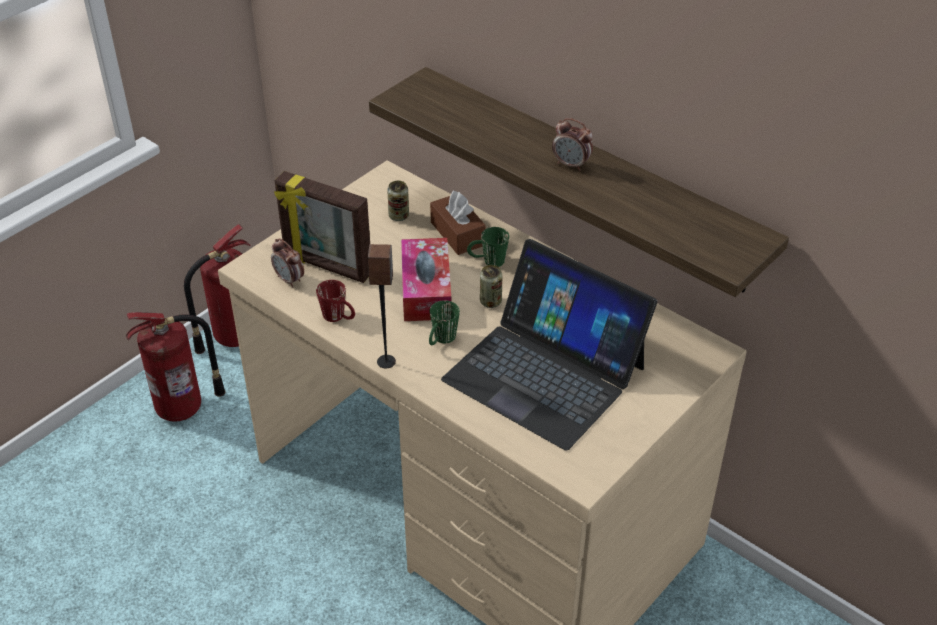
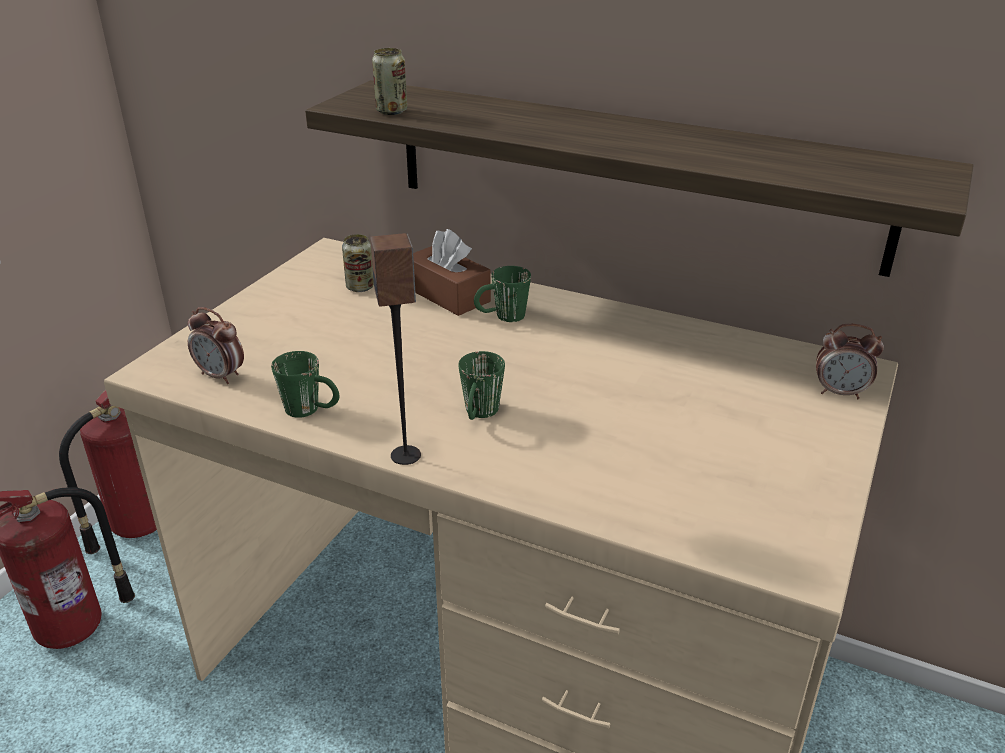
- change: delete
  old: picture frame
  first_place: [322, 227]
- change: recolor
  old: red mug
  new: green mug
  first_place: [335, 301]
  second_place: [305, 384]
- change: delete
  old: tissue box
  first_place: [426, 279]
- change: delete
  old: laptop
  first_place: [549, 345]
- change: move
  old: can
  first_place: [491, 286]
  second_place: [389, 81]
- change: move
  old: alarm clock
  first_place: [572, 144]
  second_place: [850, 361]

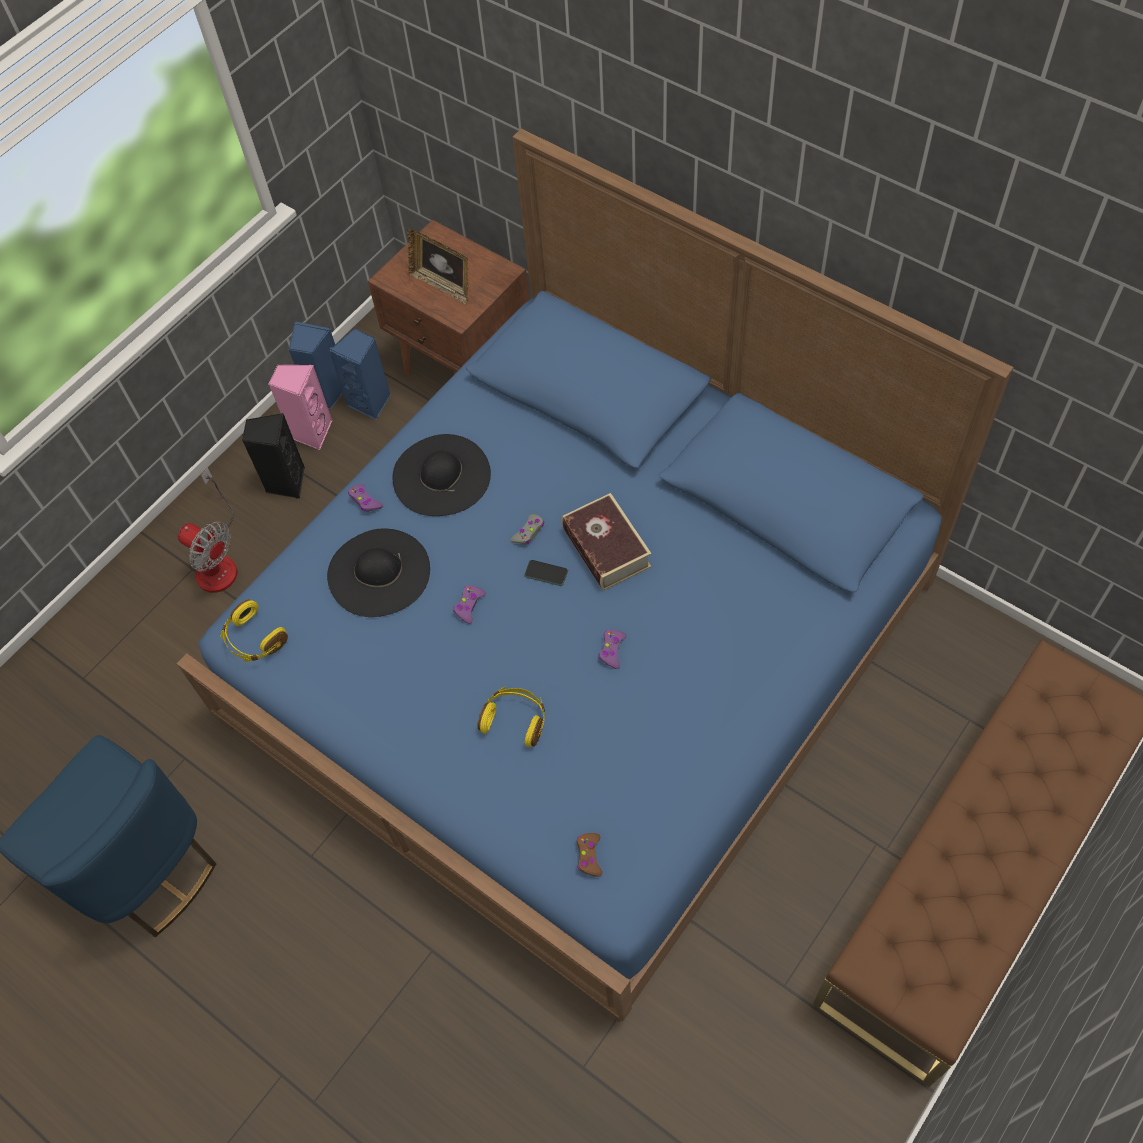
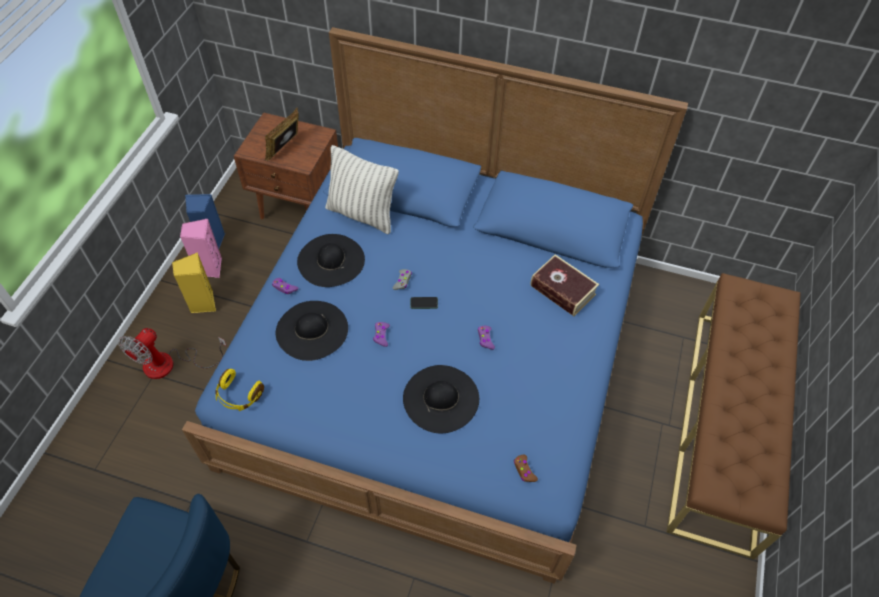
- change: rotate
  old: fan
  first_place: [208, 530]
  second_place: [172, 353]
  degrees: 105
- change: recolor
  old: black speaker
  new: yellow speaker
  first_place: [273, 456]
  second_place: [194, 282]
- change: delete
  old: blue speaker
  first_place: [360, 374]
- change: rotate
  old: picture frame
  first_place: [438, 267]
  second_place: [282, 134]
  degrees: 105
- change: replace
  old: yellow headphones
  new: black hat
  first_place: [511, 717]
  second_place: [441, 399]
- change: move
  old: book
  first_place: [606, 542]
  second_place: [564, 285]
- change: insert
  new: pillow
  second_place: [362, 189]

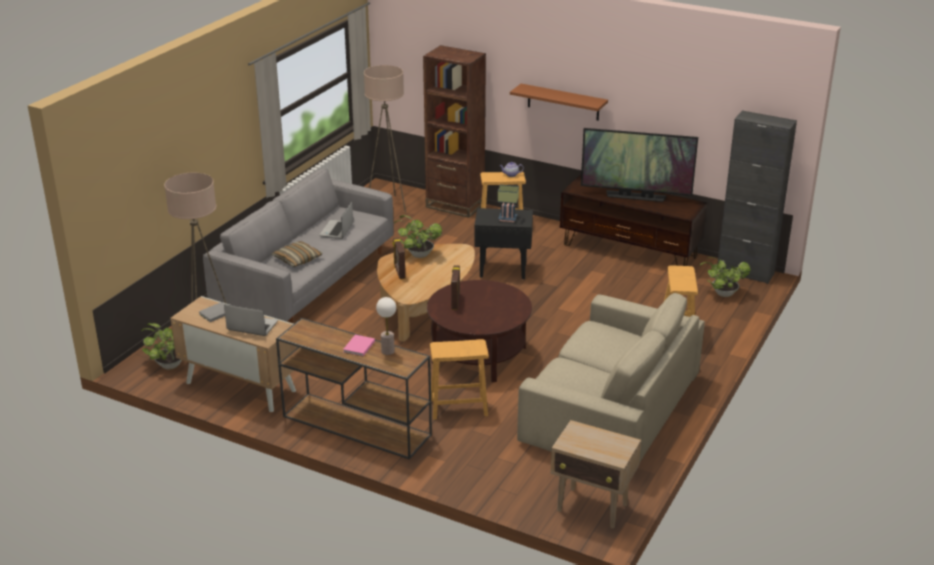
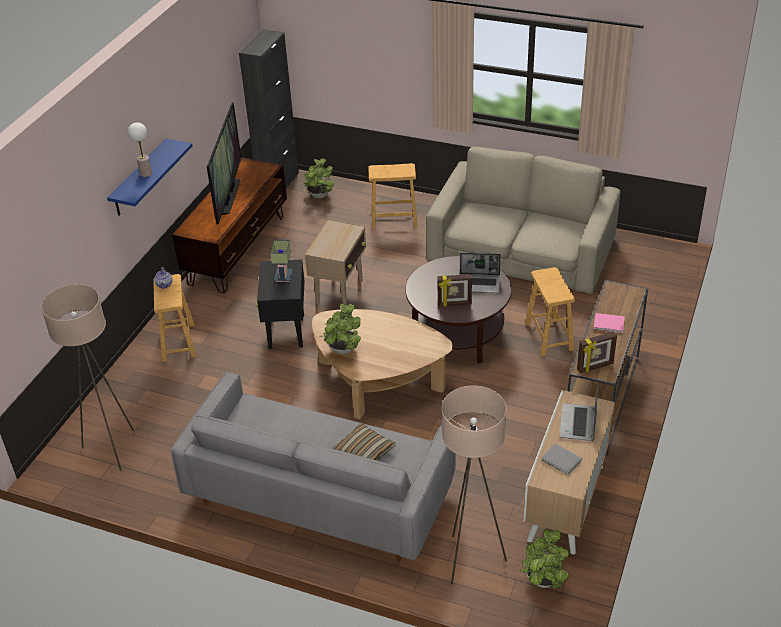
- change: move
  old: laptop
  first_place: [336, 220]
  second_place: [480, 272]
- change: move
  old: table lamp
  first_place: [386, 326]
  second_place: [140, 149]
- change: move
  old: picture frame
  first_place: [398, 258]
  second_place: [597, 352]
- change: delete
  old: brown bookcase
  first_place: [454, 131]
- change: recolor
  old: brown shelf
  new: blue shelf
  first_place: [559, 102]
  second_place: [149, 177]
- change: move
  old: beige side table
  first_place: [595, 474]
  second_place: [335, 262]

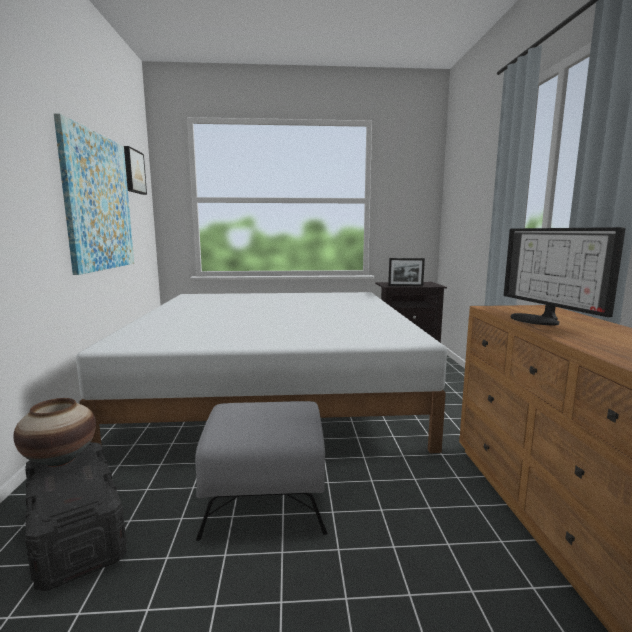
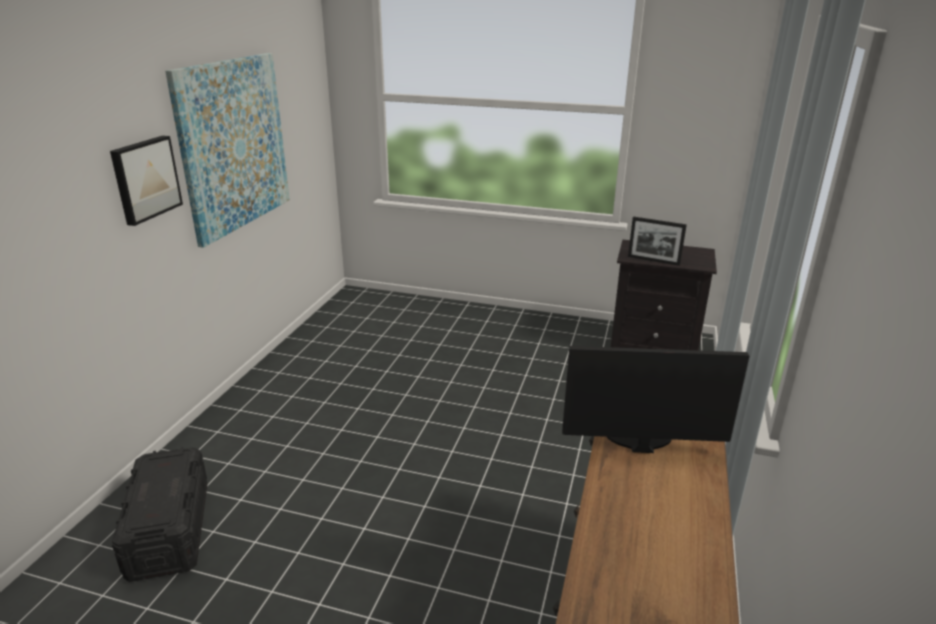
- change: delete
  old: vase
  first_place: [54, 432]
- change: delete
  old: white bed
  first_place: [261, 372]
- change: move
  old: picture
  first_place: [135, 170]
  second_place: [146, 181]
- change: delete
  old: grey ottoman
  first_place: [261, 471]
- change: rotate
  old: monitor
  first_place: [565, 276]
  second_place: [655, 399]
  degrees: 90

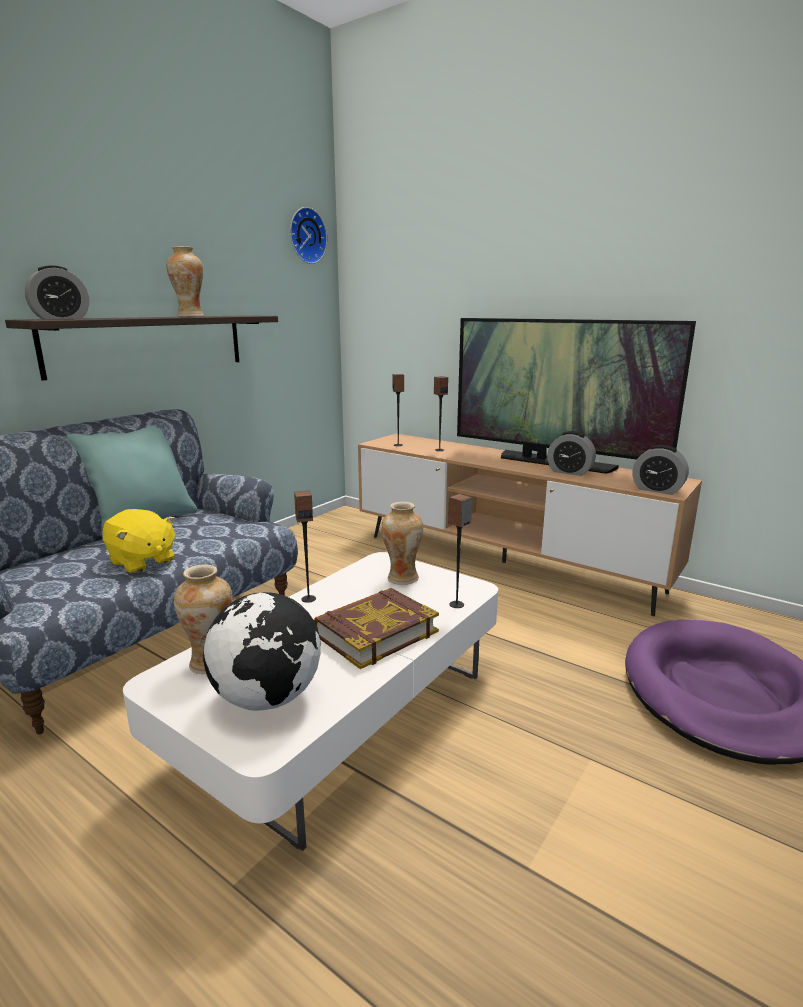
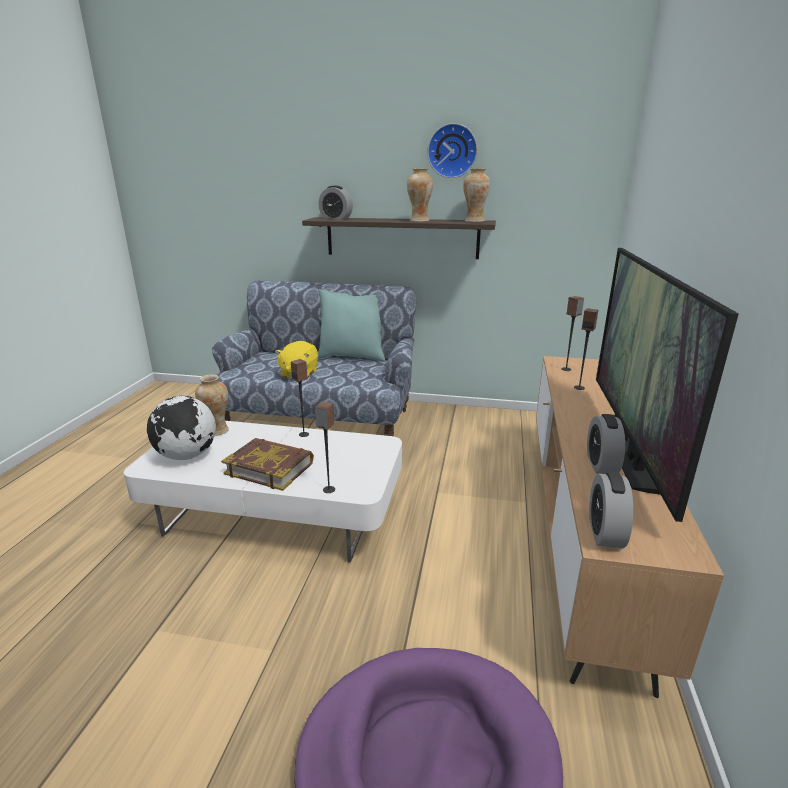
- change: move
  old: wall clock
  first_place: [308, 235]
  second_place: [452, 150]
- change: move
  old: vase
  first_place: [402, 543]
  second_place: [476, 195]

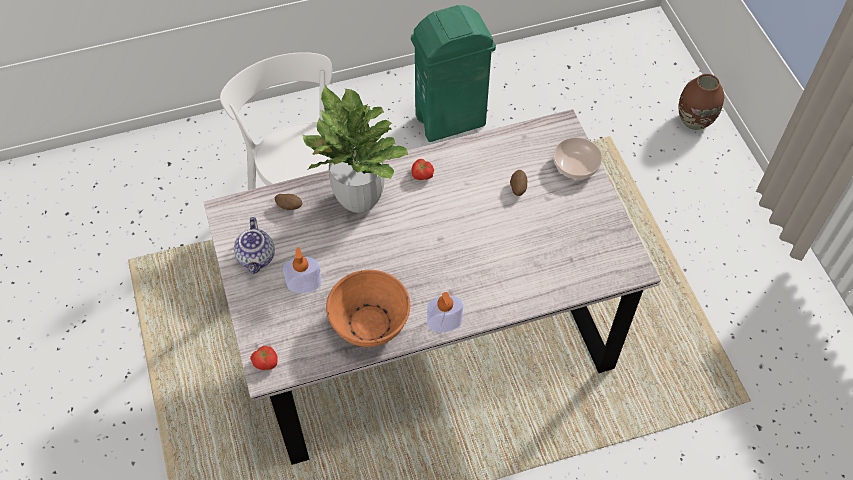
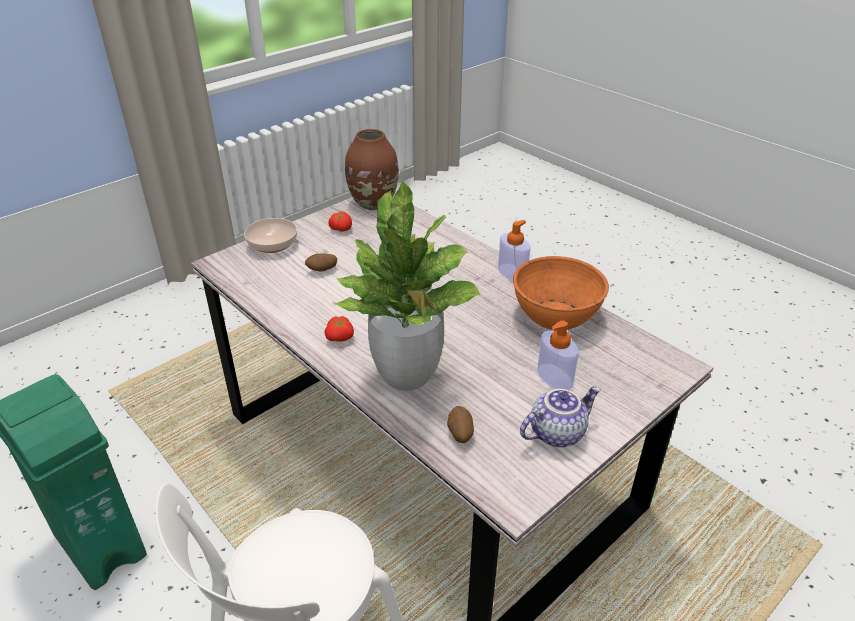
- change: move
  old: tomato
  first_place: [264, 358]
  second_place: [340, 221]
- change: move
  old: brown vase
  first_place: [701, 102]
  second_place: [372, 169]

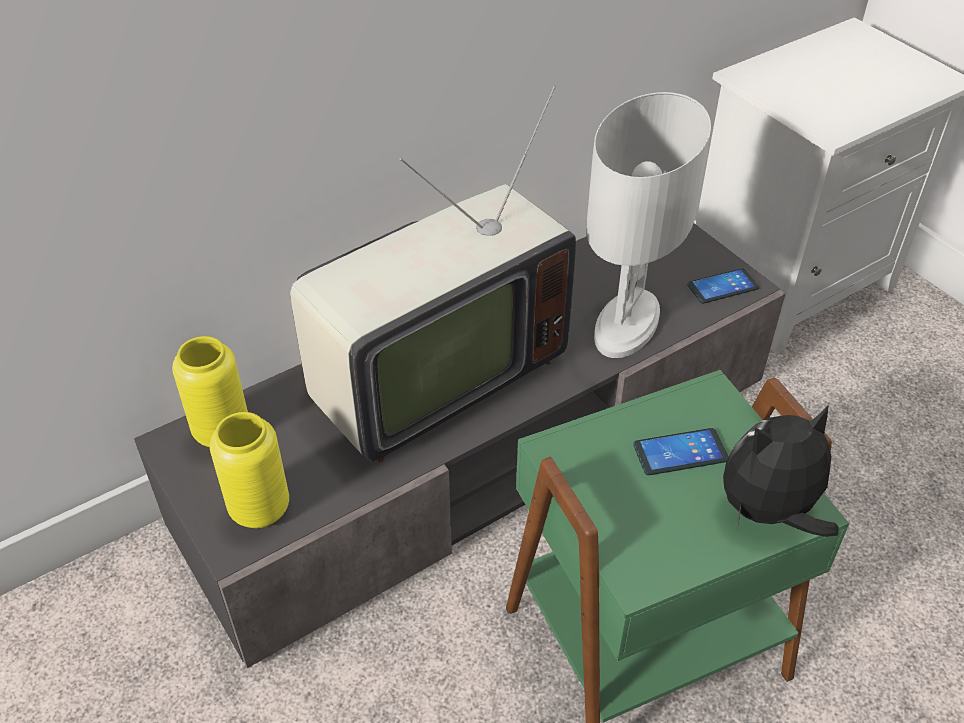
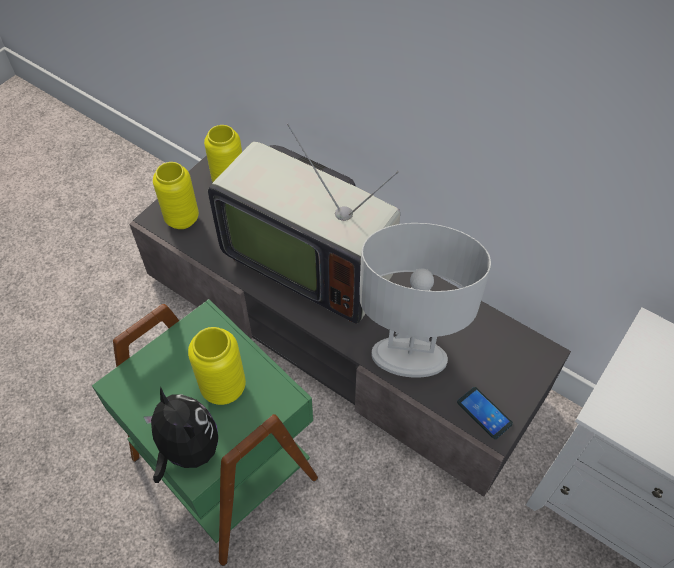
- change: replace
  old: phone
  new: yellow vase
  first_place: [681, 451]
  second_place: [217, 366]

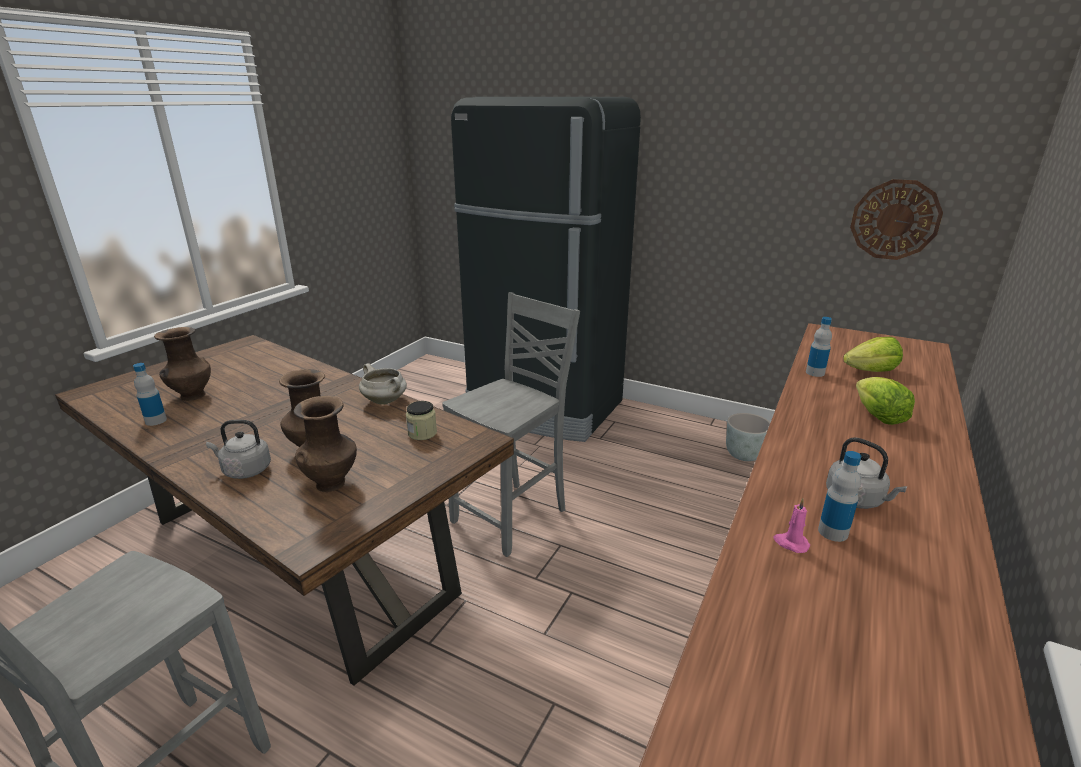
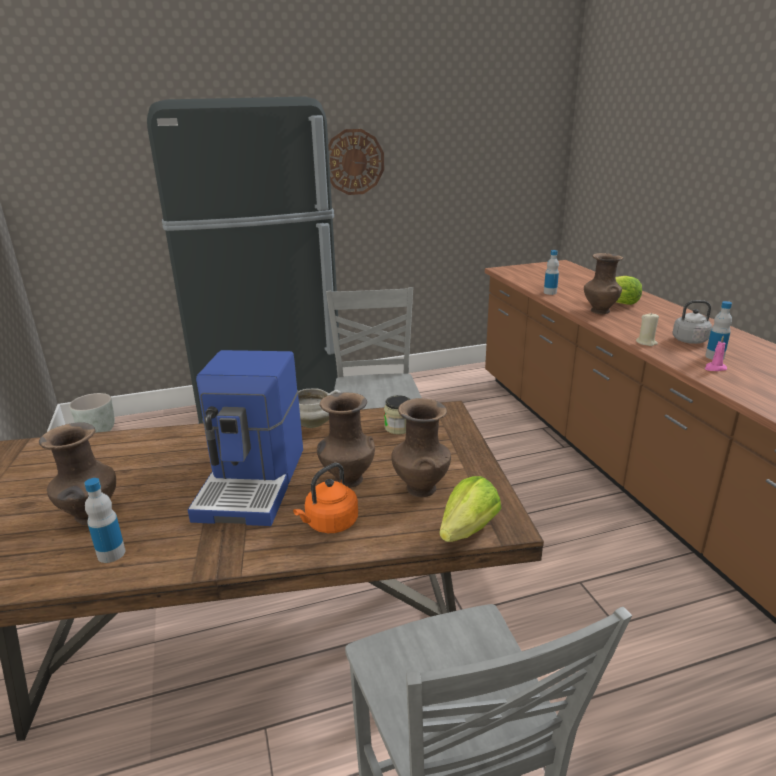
- change: recolor
  old: grey kettle
  new: orange kettle
  first_place: [238, 449]
  second_place: [325, 498]
- change: move
  old: grey planter
  first_place: [748, 437]
  second_place: [92, 413]
- change: move
  old: lettuce
  first_place: [873, 354]
  second_place: [470, 509]
- change: move
  old: wall clock
  first_place: [896, 219]
  second_place: [356, 162]
- change: insert
  new: coffee machine
  second_place: [245, 438]
- change: insert
  new: brown vase
  second_place: [603, 283]
- change: insert
  new: beige candle
  second_place: [647, 329]

